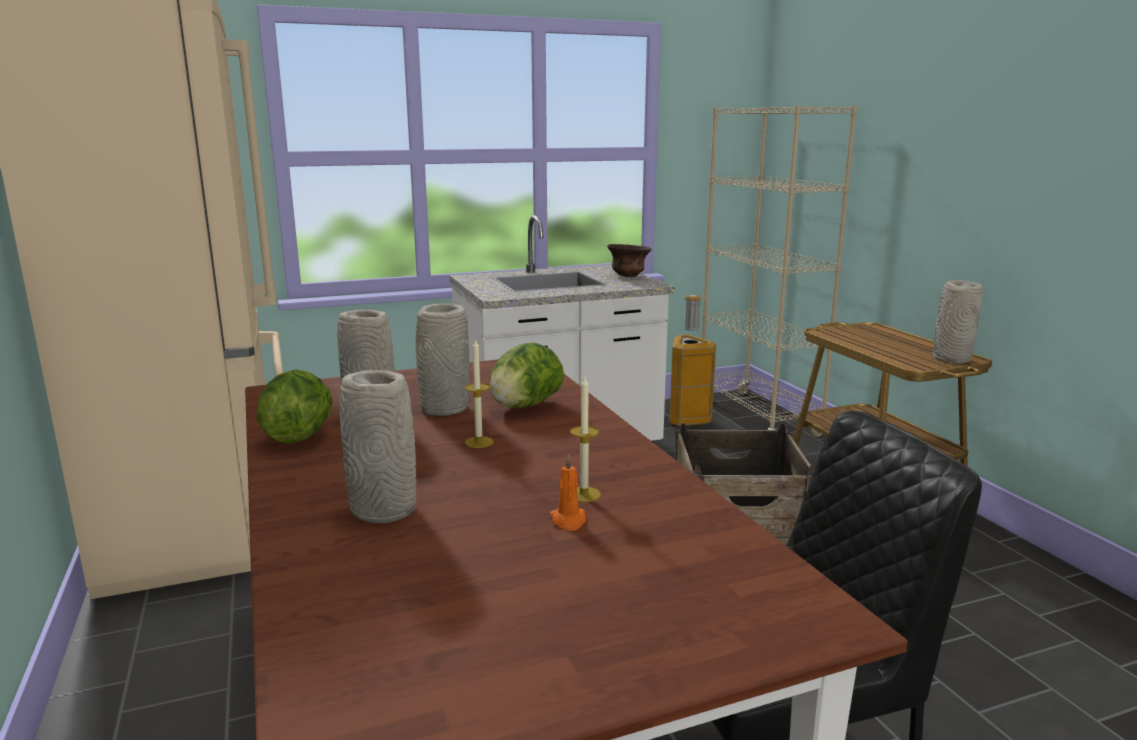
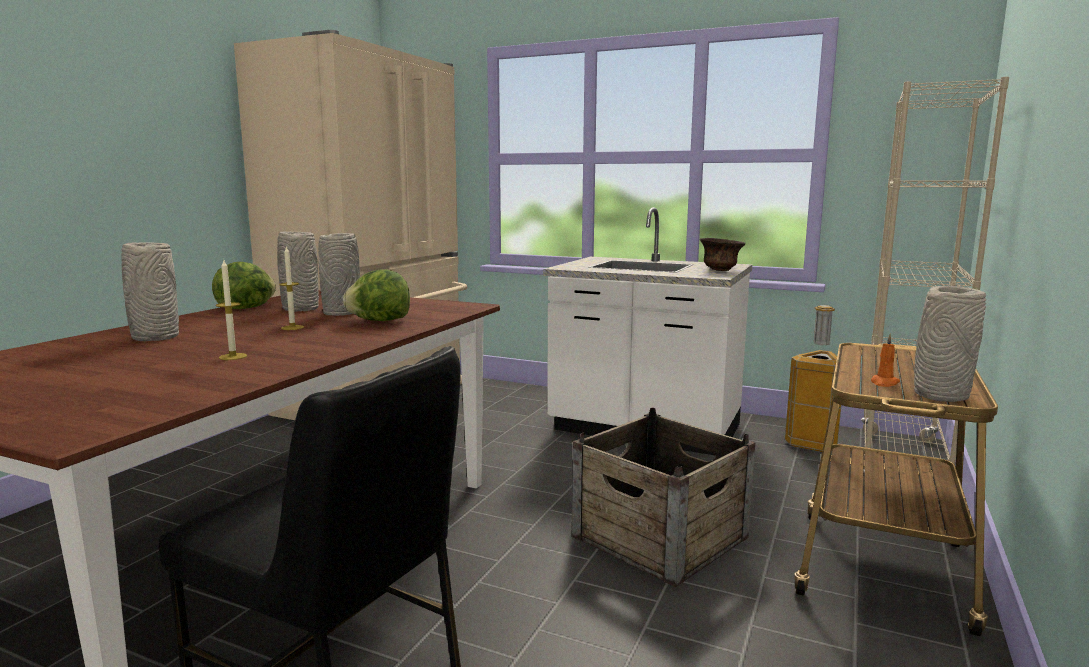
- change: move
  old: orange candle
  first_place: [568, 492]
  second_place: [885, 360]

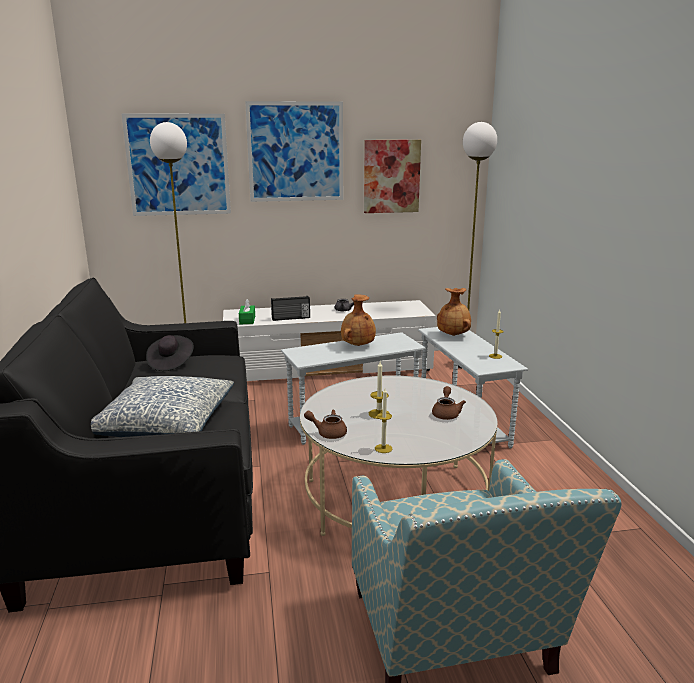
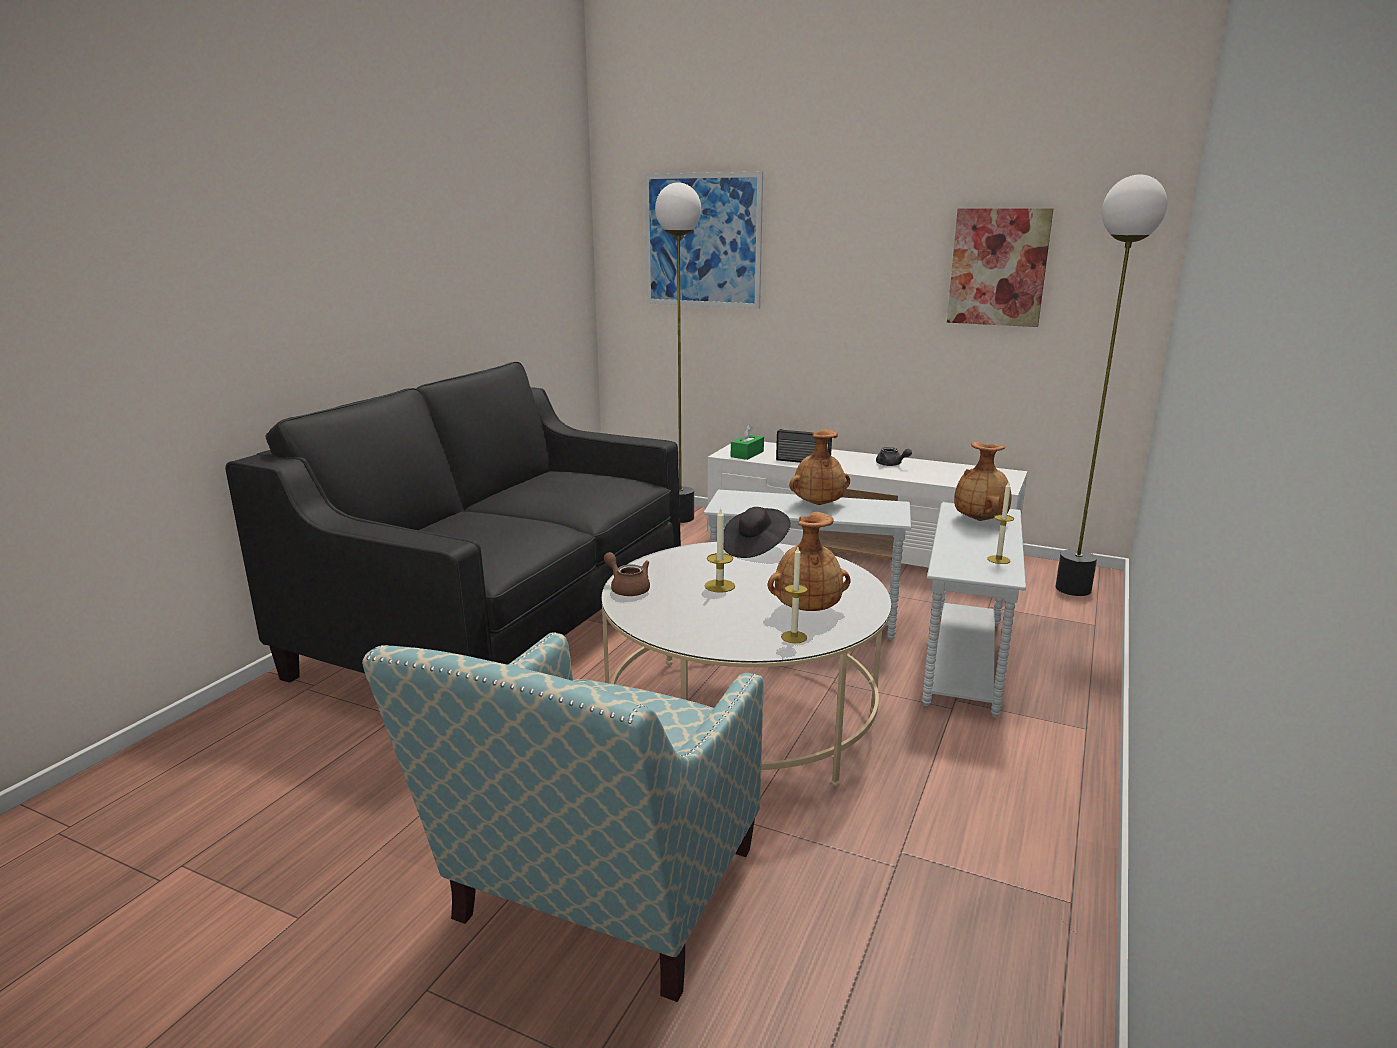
- change: delete
  old: pillow
  first_place: [162, 406]
- change: move
  old: black hat
  first_place: [170, 353]
  second_place: [757, 532]
- change: delete
  old: picture
  first_place: [294, 151]
- change: move
  old: candle
  first_place: [383, 421]
  second_place: [794, 595]
- change: replace
  old: brown teapot
  new: brown vase
  first_place: [449, 403]
  second_place: [808, 561]

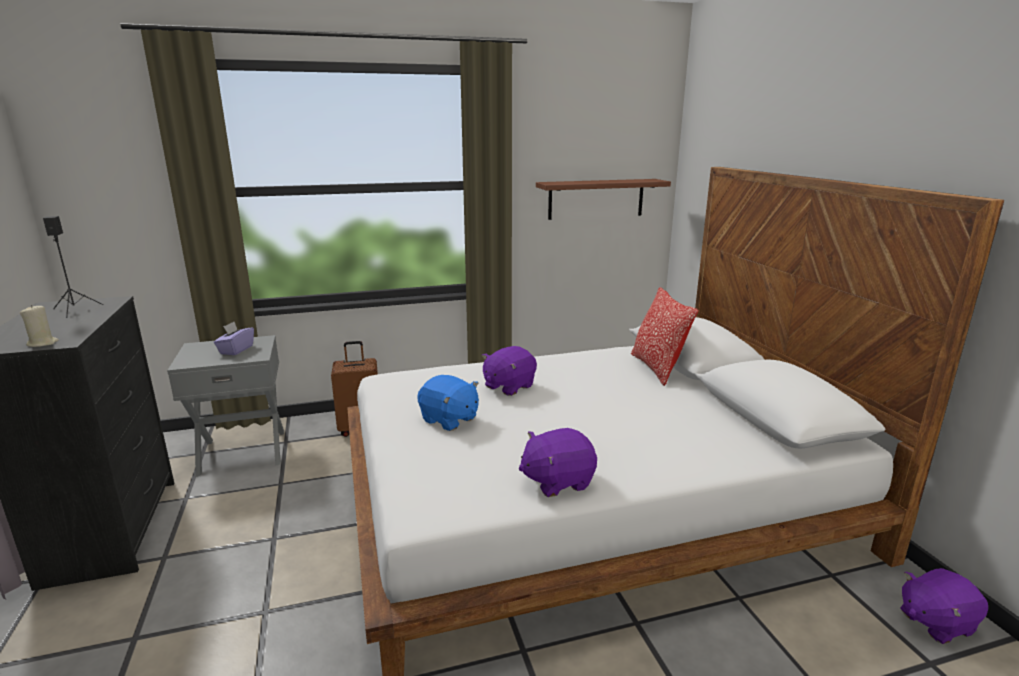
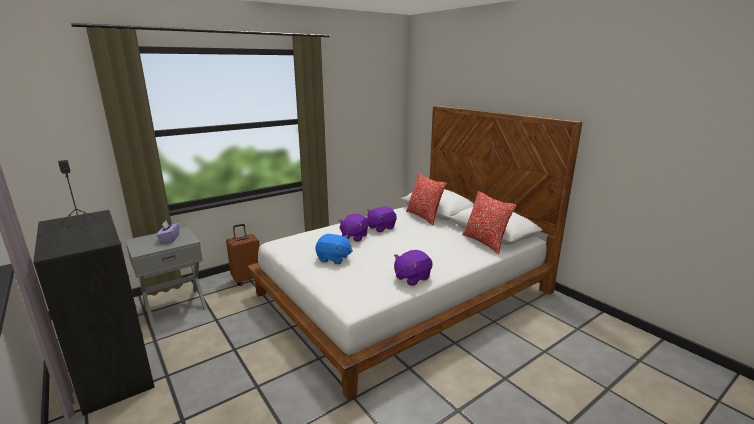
- change: delete
  old: beige candle
  first_place: [39, 325]
- change: delete
  old: brown shelf
  first_place: [603, 199]
- change: move
  old: purple plush toy
  first_place: [944, 606]
  second_place: [382, 219]
- change: insert
  new: pillow
  second_place: [489, 222]

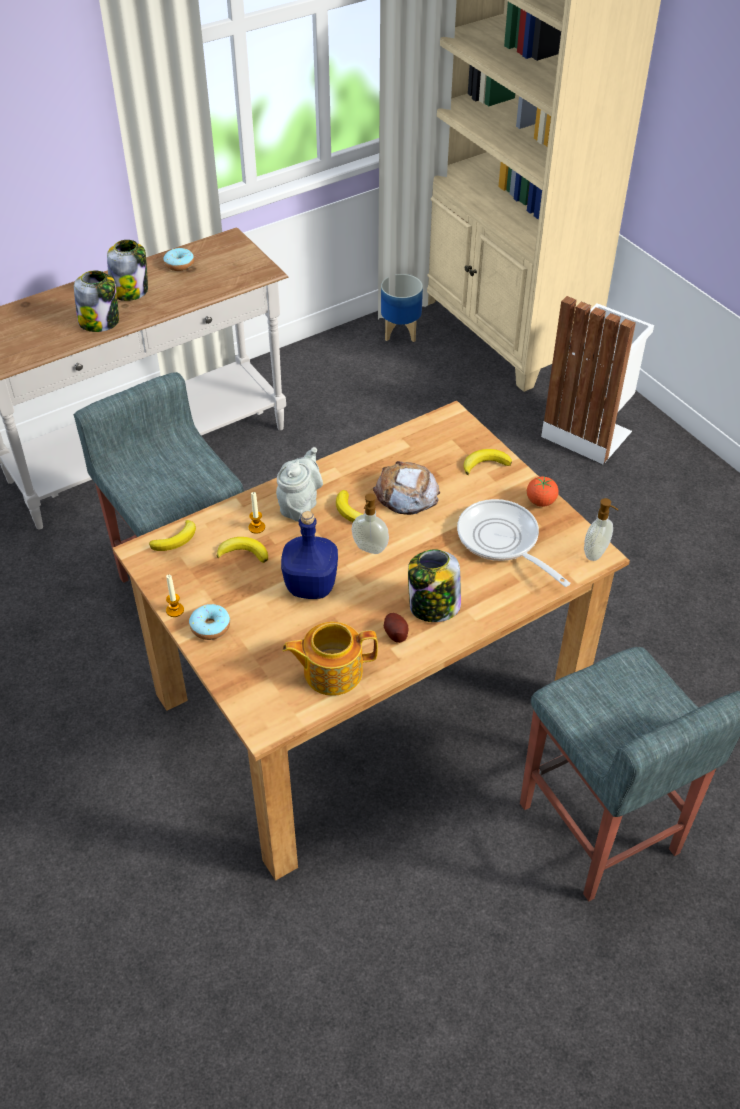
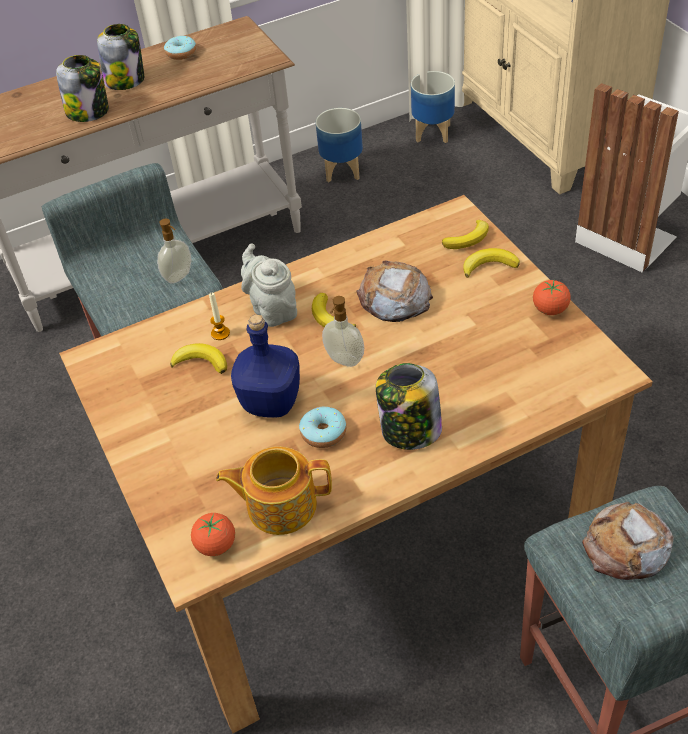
- change: move
  old: banana
  first_place: [172, 535]
  second_place: [465, 234]
- change: delete
  old: candle
  first_place: [175, 596]
- change: move
  old: donut
  first_place: [209, 622]
  second_place: [323, 427]
- change: rotate
  old: grey teapot
  first_place: [299, 484]
  second_place: [269, 285]
  degrees: -60
- change: delete
  old: potato
  first_place: [396, 628]
- change: delete
  old: frying pan
  first_place: [513, 543]
- change: move
  old: soap dispenser
  first_place: [601, 529]
  second_place: [174, 251]
- change: insert
  new: tomato
  second_place: [213, 534]
- change: insert
  new: planter
  second_place: [339, 145]
- change: insert
  new: bread
  second_place: [628, 541]

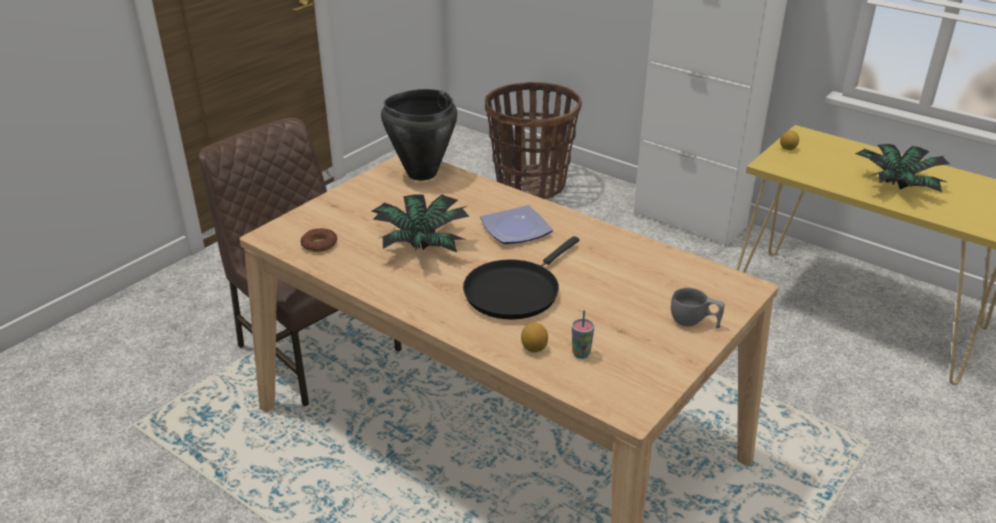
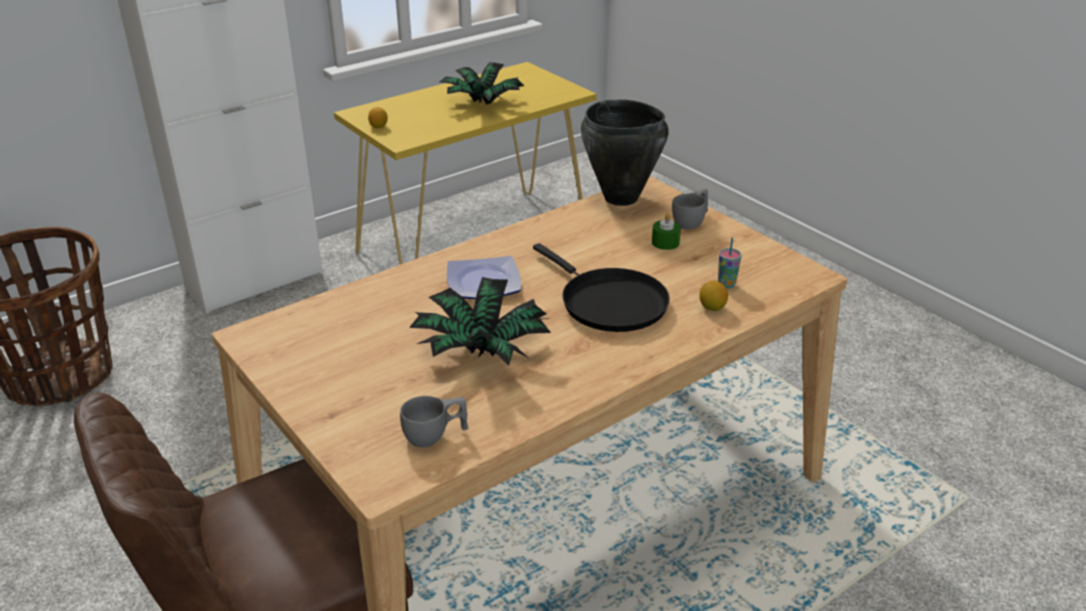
- change: replace
  old: donut
  new: grey cup
  first_place: [319, 240]
  second_place: [434, 421]
- change: move
  old: black cooking pot
  first_place: [419, 135]
  second_place: [625, 152]
- change: insert
  new: green candle
  second_place: [666, 231]

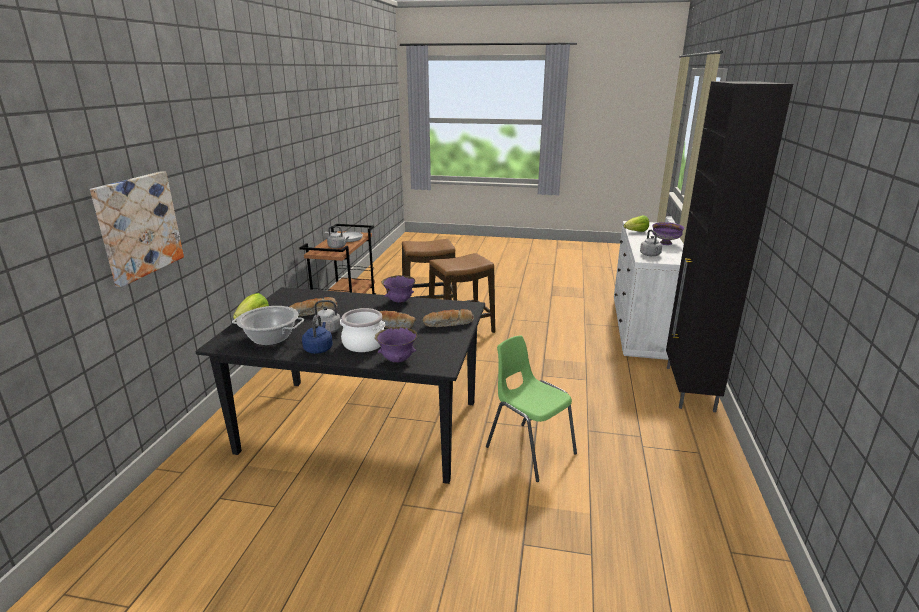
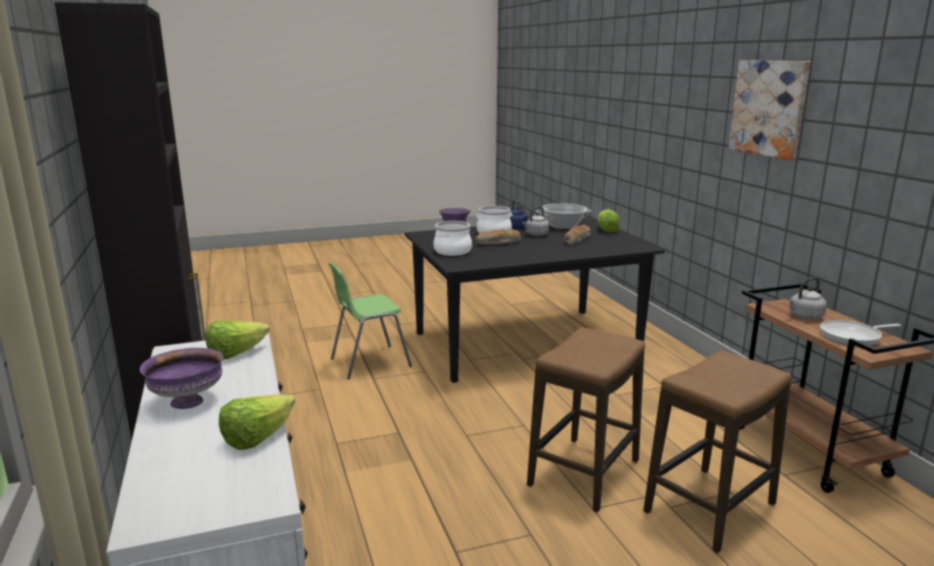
- change: move
  old: picture
  first_place: [137, 229]
  second_place: [770, 110]
- change: delete
  old: purple bowl
  first_place: [398, 289]
- change: replace
  old: bread
  new: cooking pot
  first_place: [448, 318]
  second_place: [452, 238]
- change: rotate
  old: green chair
  first_place: [531, 408]
  second_place: [370, 320]
  degrees: 135
- change: replace
  old: grey kettle
  new: lettuce
  first_place: [651, 243]
  second_place: [237, 340]

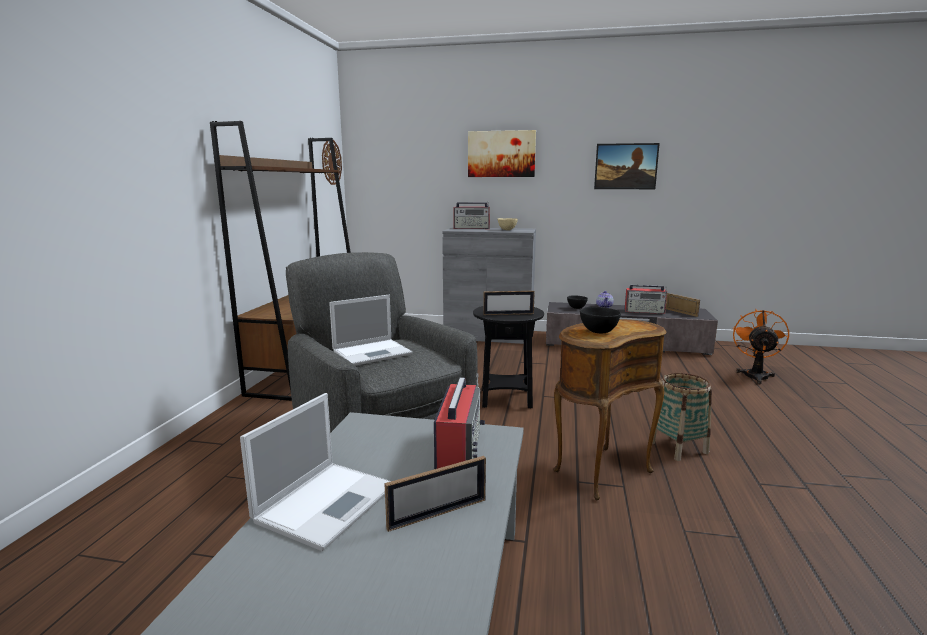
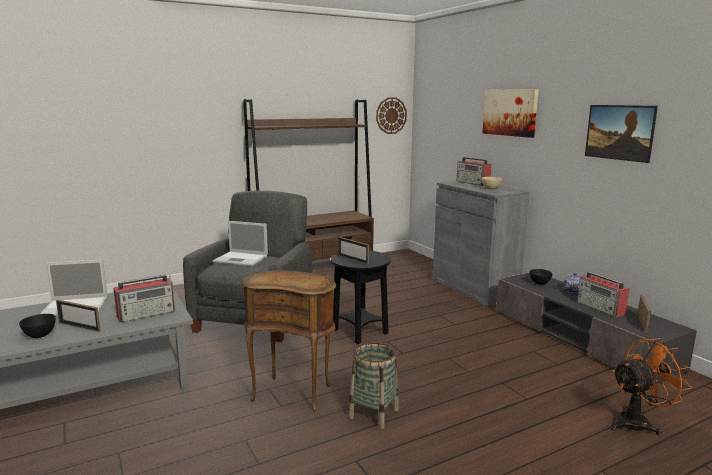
- change: move
  old: black bowl
  first_place: [600, 320]
  second_place: [37, 326]

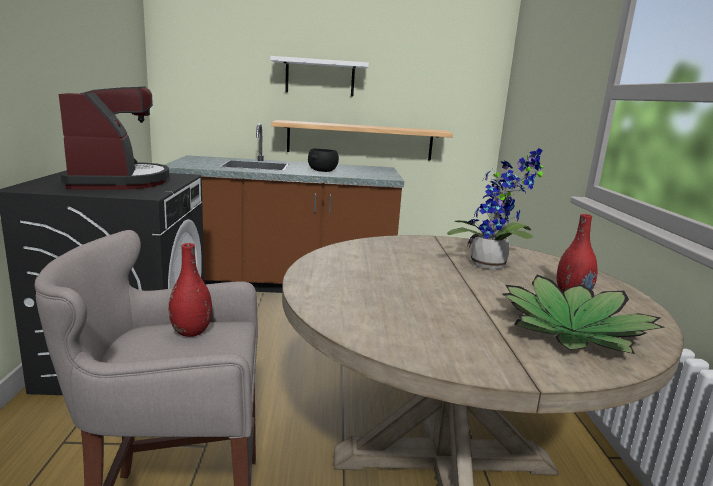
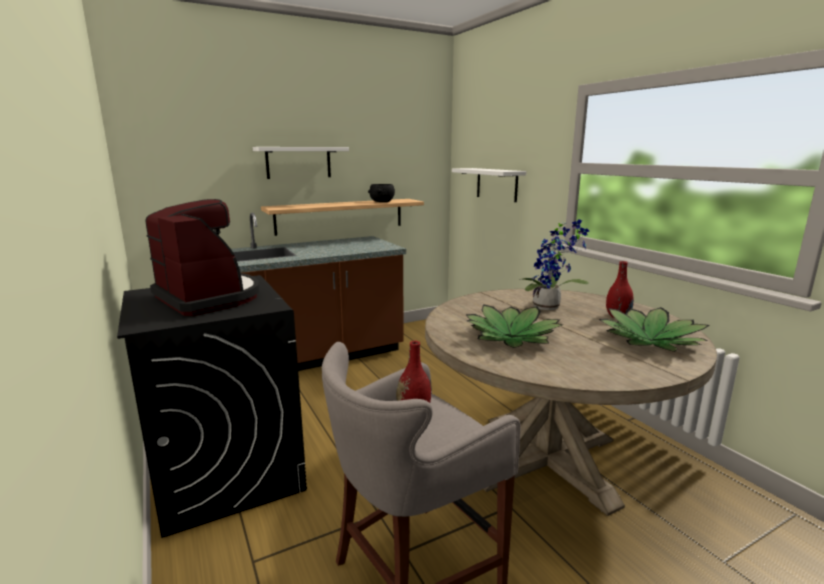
- change: move
  old: black bowl
  first_place: [323, 160]
  second_place: [381, 193]
- change: insert
  new: white shelf
  second_place: [489, 185]
- change: insert
  new: potted plant
  second_place: [514, 326]

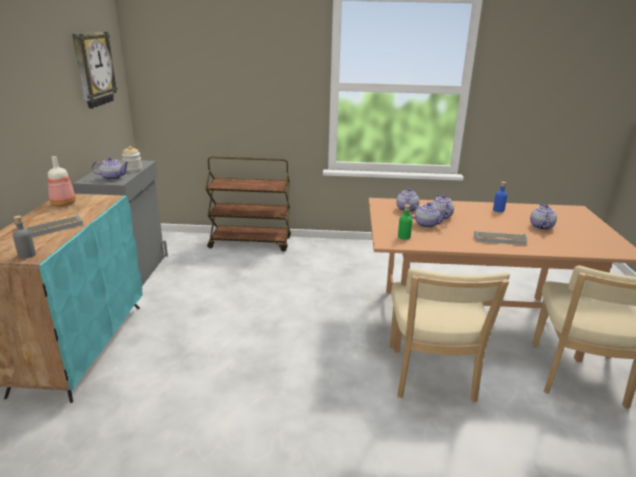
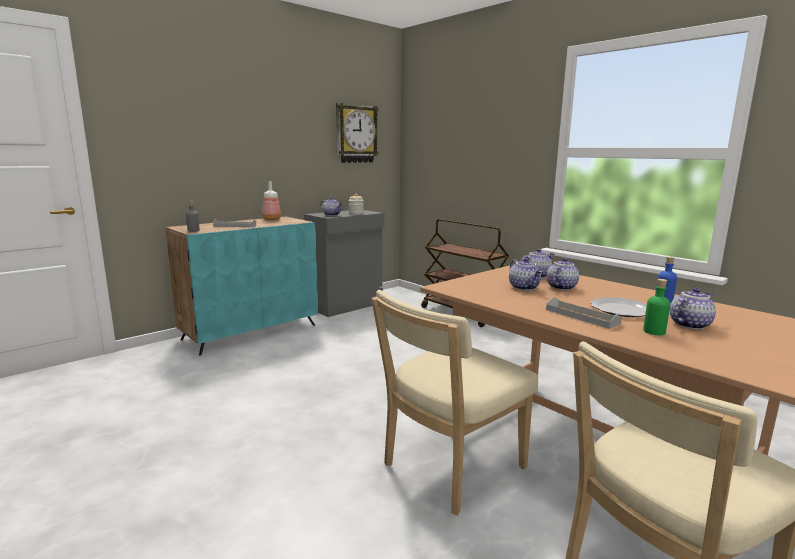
- change: move
  old: green bottle
  first_place: [405, 222]
  second_place: [656, 307]
- change: insert
  new: plate
  second_place: [618, 307]

